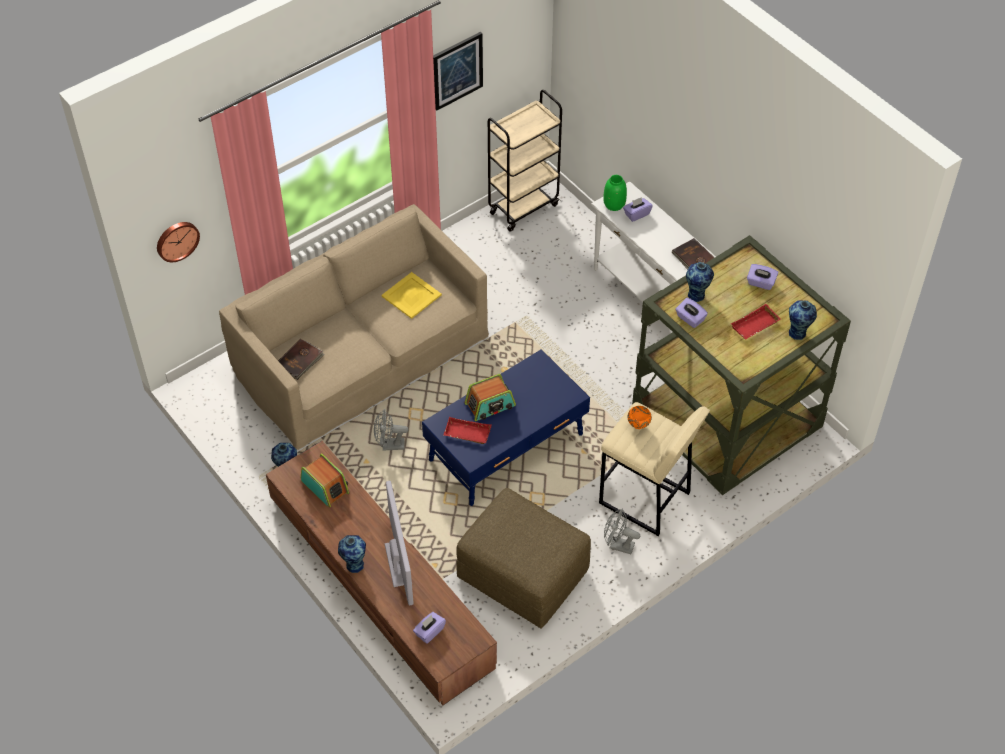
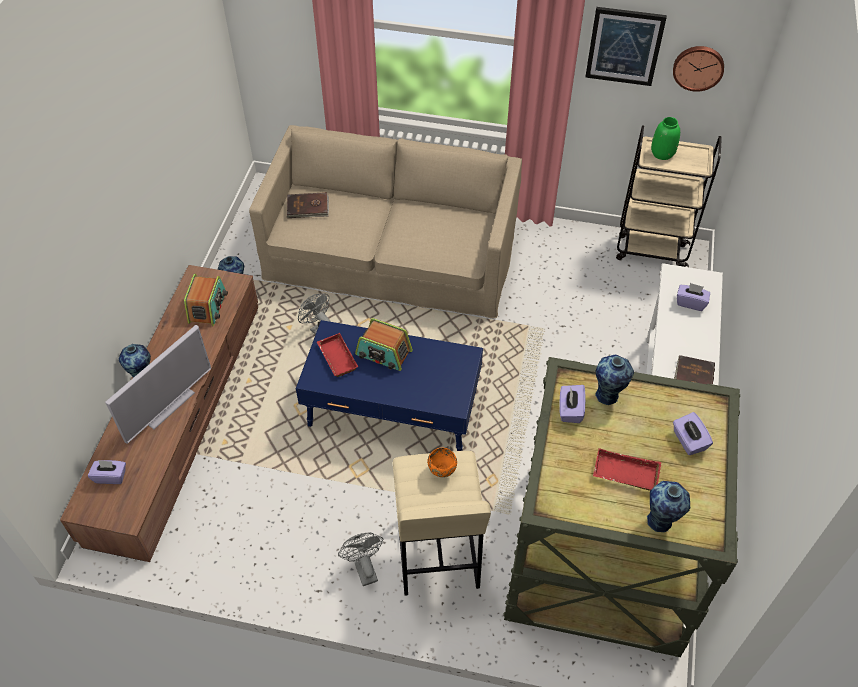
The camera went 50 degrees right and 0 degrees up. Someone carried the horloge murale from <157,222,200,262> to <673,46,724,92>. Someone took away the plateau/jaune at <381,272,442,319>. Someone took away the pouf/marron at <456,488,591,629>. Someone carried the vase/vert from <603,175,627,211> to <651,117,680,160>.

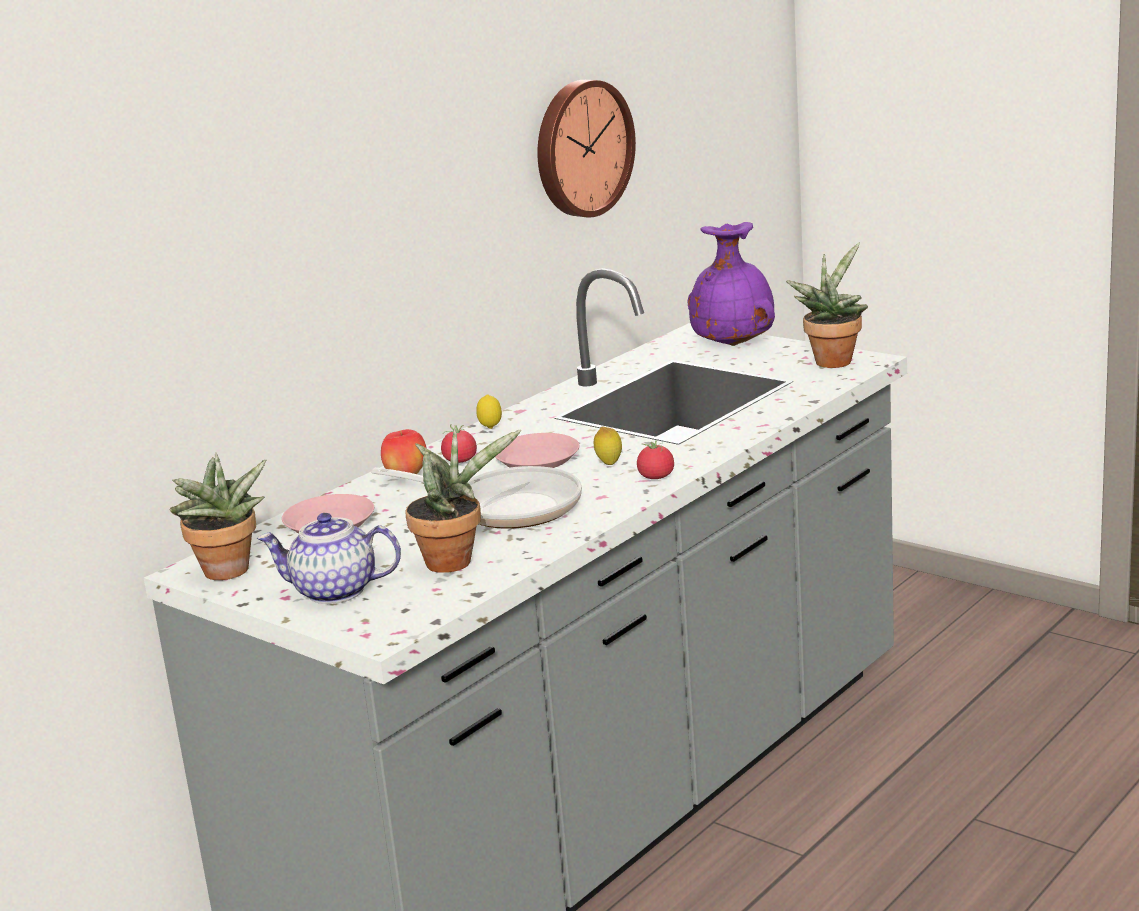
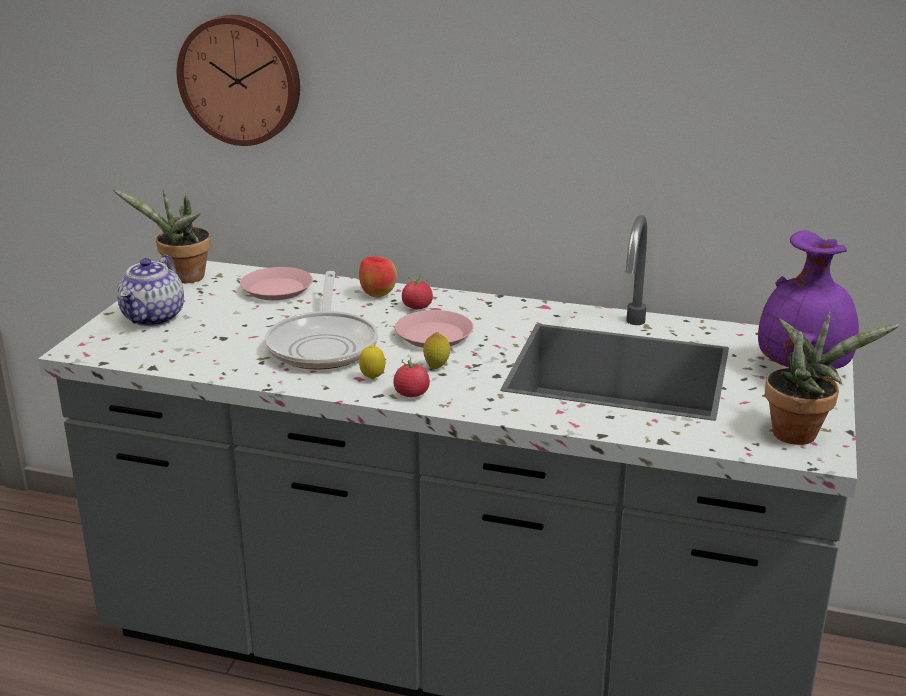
The camera went 65 degrees right and 5 degrees up. Someone rotated the théière at <257,513,401,604> by 150 degrees counterclockwise. Someone took away the plante en pot at <405,427,521,573>. Someone carried the citron from <476,394,502,429> to <359,345,385,379>. Someone carried the horloge murale from <537,80,636,217> to <177,15,300,146>.

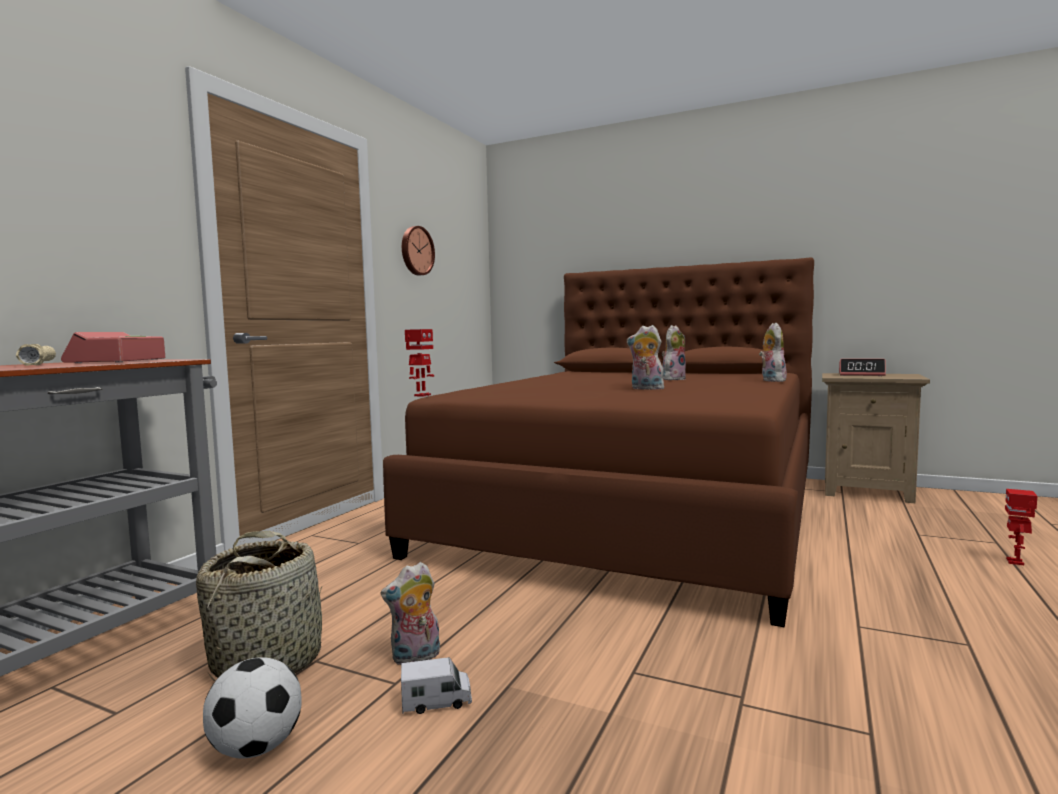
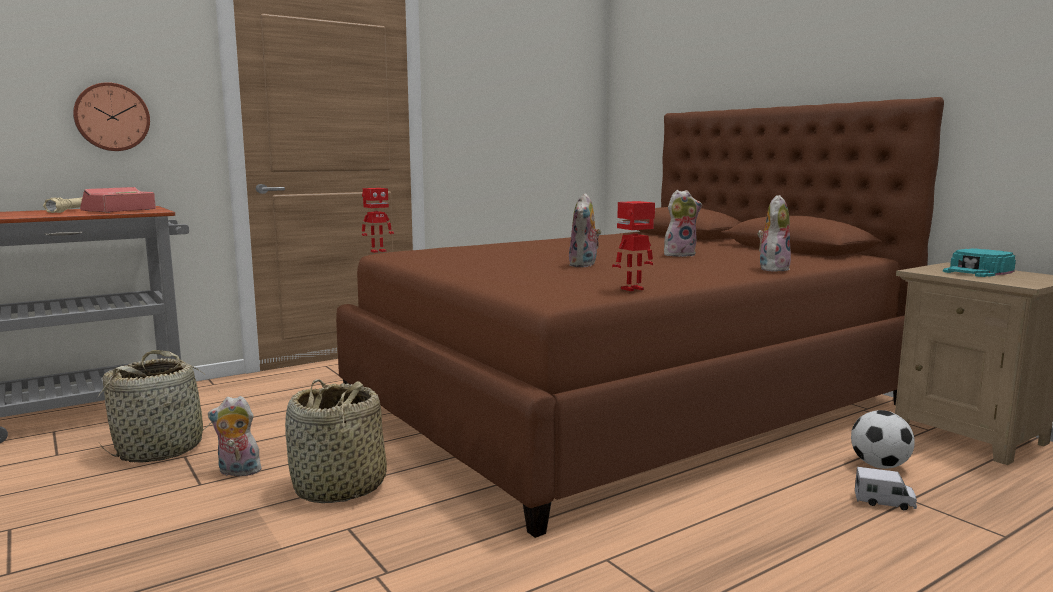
The camera went 30 degrees right and 5 degrees up. Someone carried the ballon de foot from <203,657,302,759> to <851,410,915,469>. Someone carried the camion jouet from <401,657,472,714> to <855,467,917,510>. Someone carried the horloge murale from <402,226,435,276> to <73,82,150,151>. Someone rotated the peluche at <627,325,664,390> by 135 degrees counterclockwise. Someone swapped the réveil at <839,359,886,376> for the casquette/turquoise at <943,249,1016,277>. Someone carried the robot jouet from <1005,489,1037,565> to <612,201,655,291>. Someone put down the panier at <285,379,387,503>.

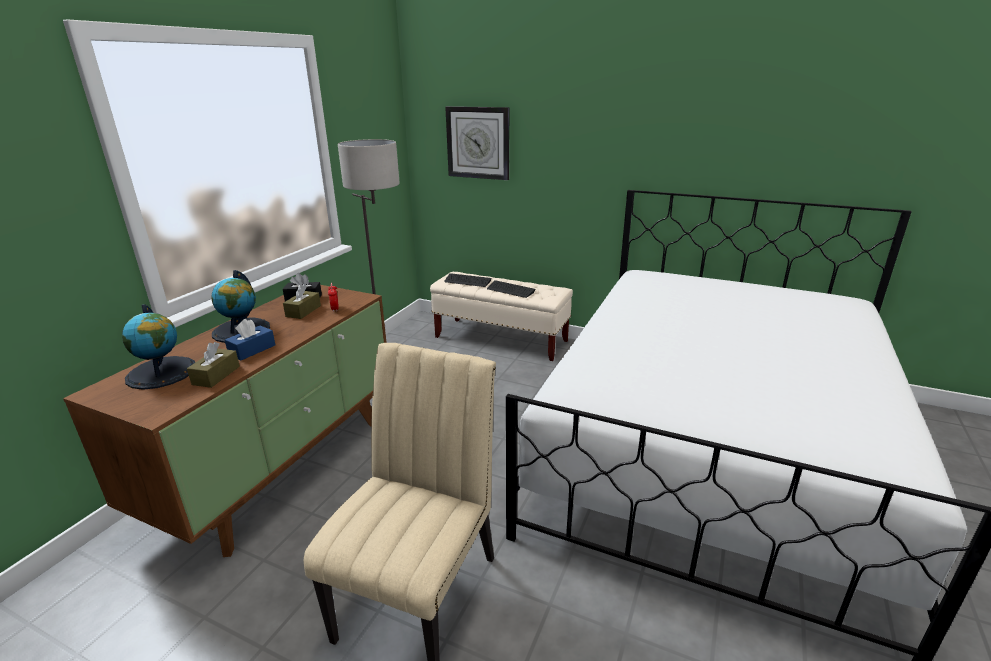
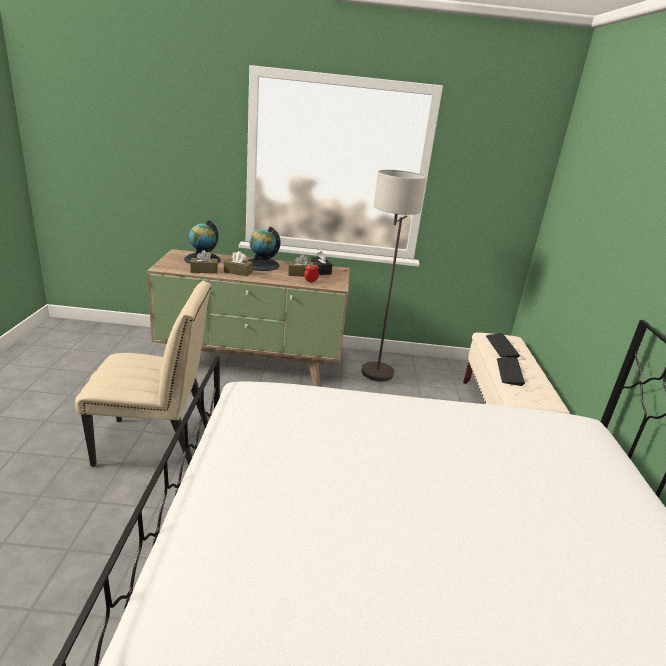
The camera went 65 degrees right and 0 degrees up. Someone repainted the commode/marron at <63,285,387,557>, which became the commode/vert at <147,249,349,385>. Someone repainted the boîte à mouchoirs/bleu at <225,319,275,361>, which became the boîte à mouchoirs/marron at <224,251,253,276>. Someone took away the horloge murale at <445,106,509,180>.

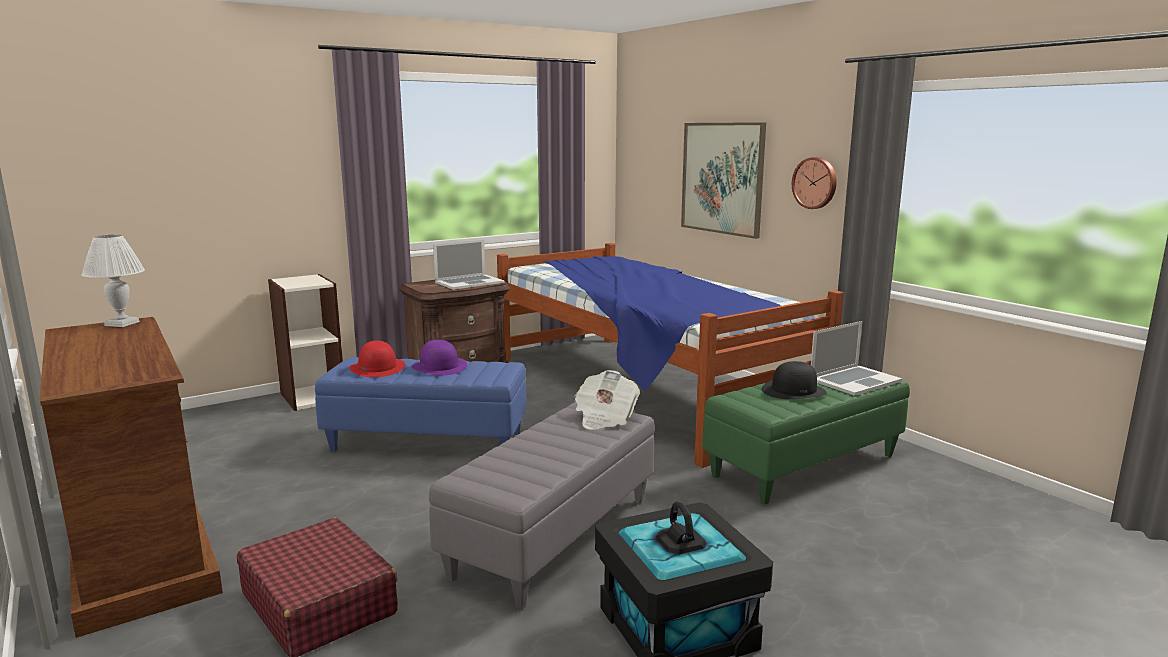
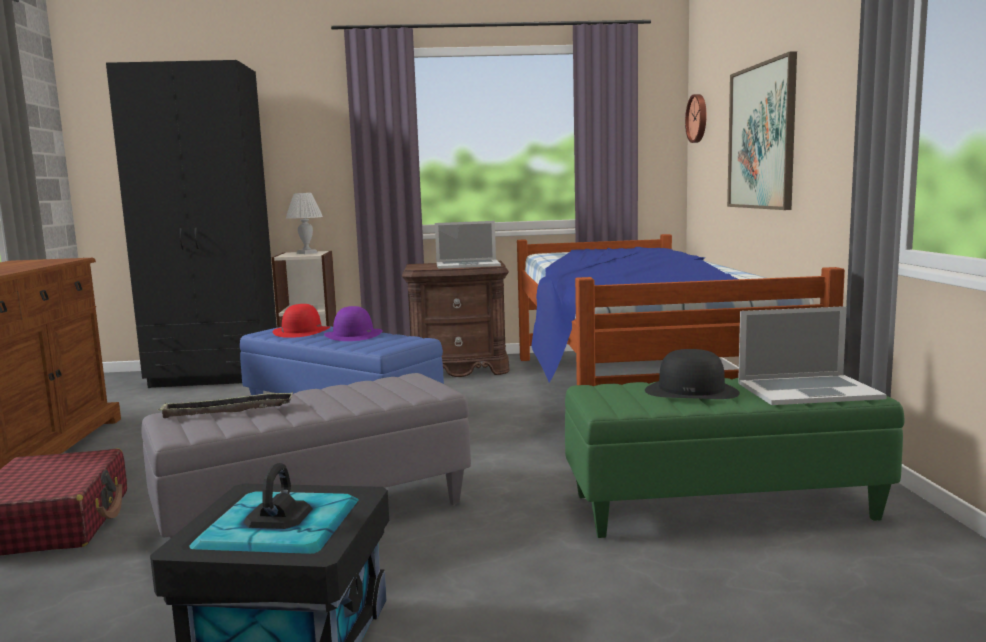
The camera went 30 degrees right and 5 degrees down. Someone carried the lampe de table/blanc from <82,235,145,327> to <286,193,323,254>. Someone took away the journal at <574,370,640,430>. Someone carried the horloge murale from <792,157,837,209> to <685,94,706,143>. Someone put down the armoire/noir at <106,60,277,388>. Someone put down the plateau at <158,392,293,418>.

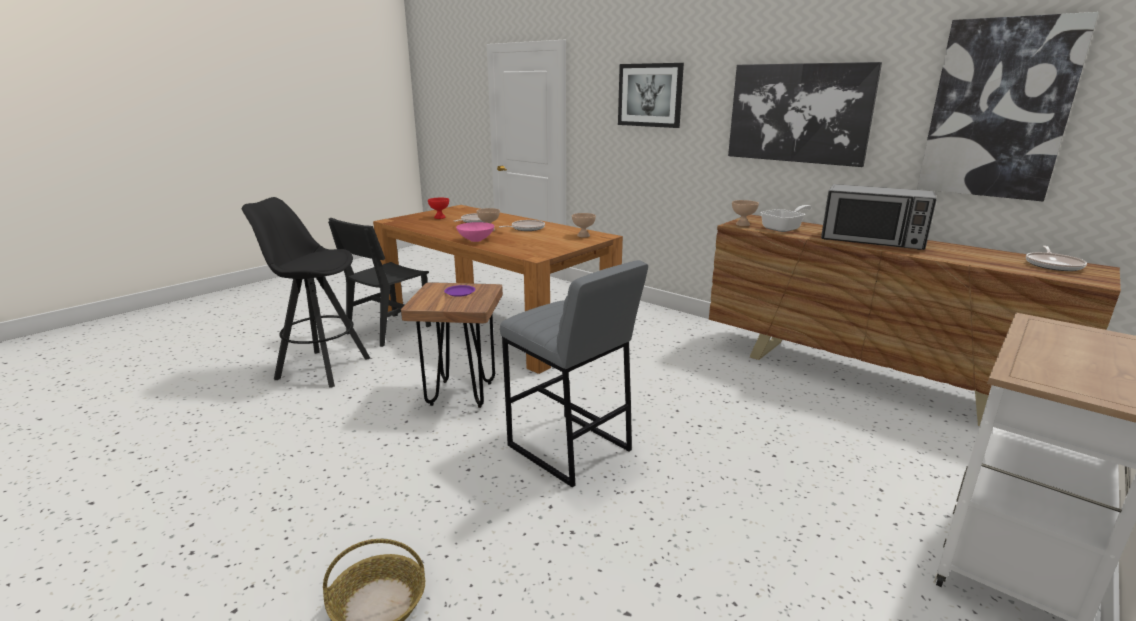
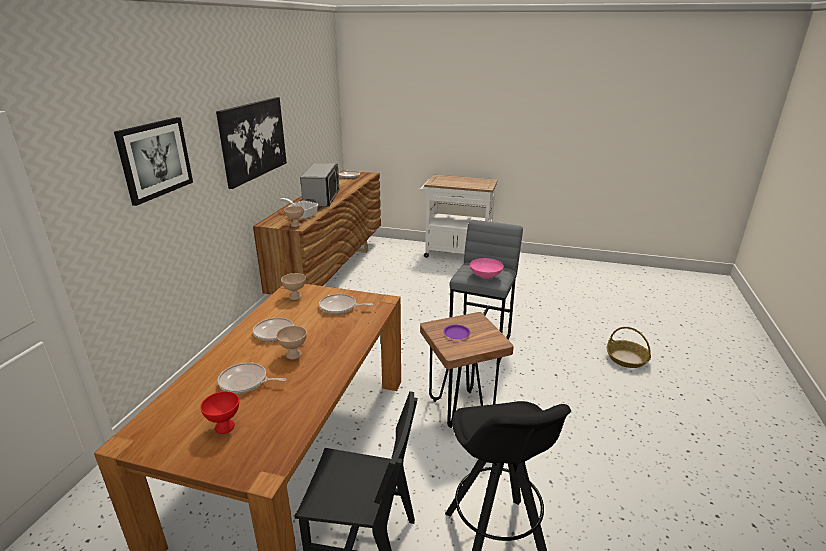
The camera went 115 degrees left and 5 degrees up. Someone carried the bol/rose from <456,222,494,242> to <470,258,504,279>. Someone took away the tableau at <917,12,1099,201>. Someone put down the poêle at <319,294,373,314>.

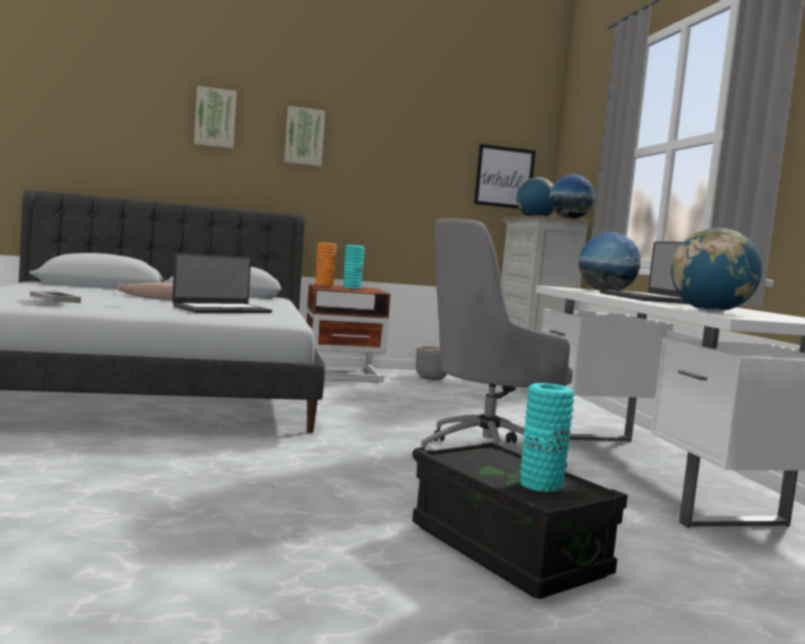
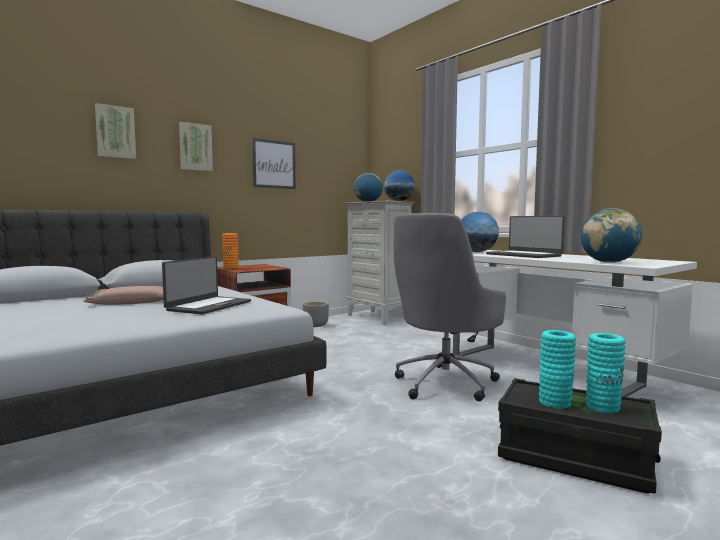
The camera went 25 degrees left and 0 degrees up. Someone took away the livre at <30,291,81,303>. Someone carried the vase/turquoise from <343,245,365,289> to <539,330,576,408>. Someone carried the tableau from <474,144,536,209> to <252,138,296,189>.

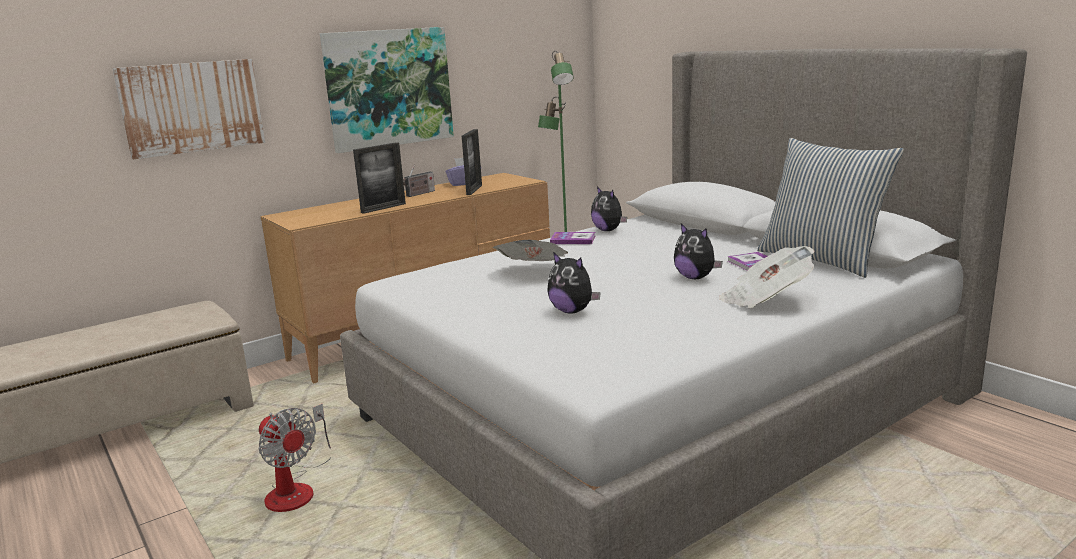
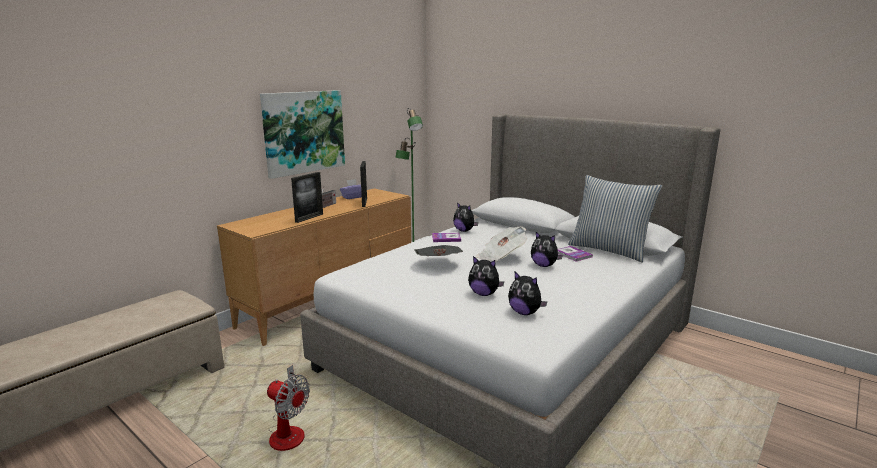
The camera went 15 degrees left and 0 degrees up. Someone took away the tableau at <112,59,265,159>. Someone carried the journal from <719,246,815,308> to <476,227,527,262>. Someone put down the peluche at <508,271,547,315>.

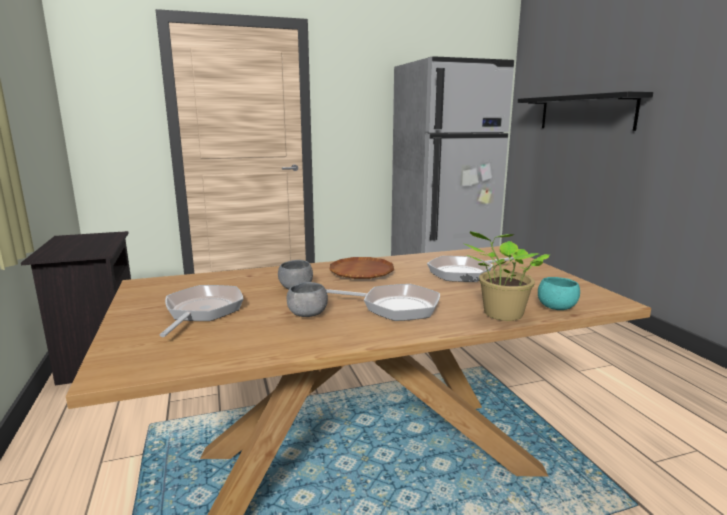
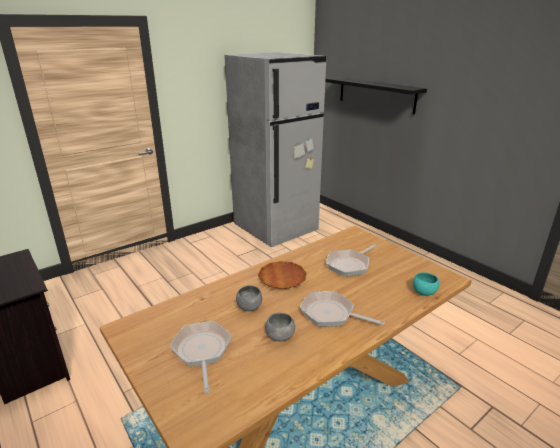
The camera went 20 degrees left and 10 degrees up. Someone rotated the poêle at <326,284,440,321> by 150 degrees counterclockwise. Someone took away the plante en pot at <462,231,550,321>.

